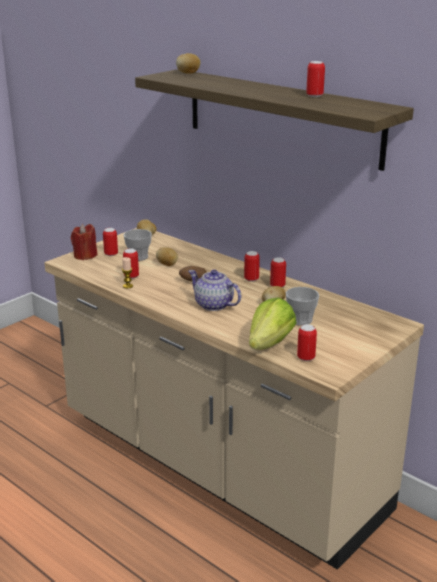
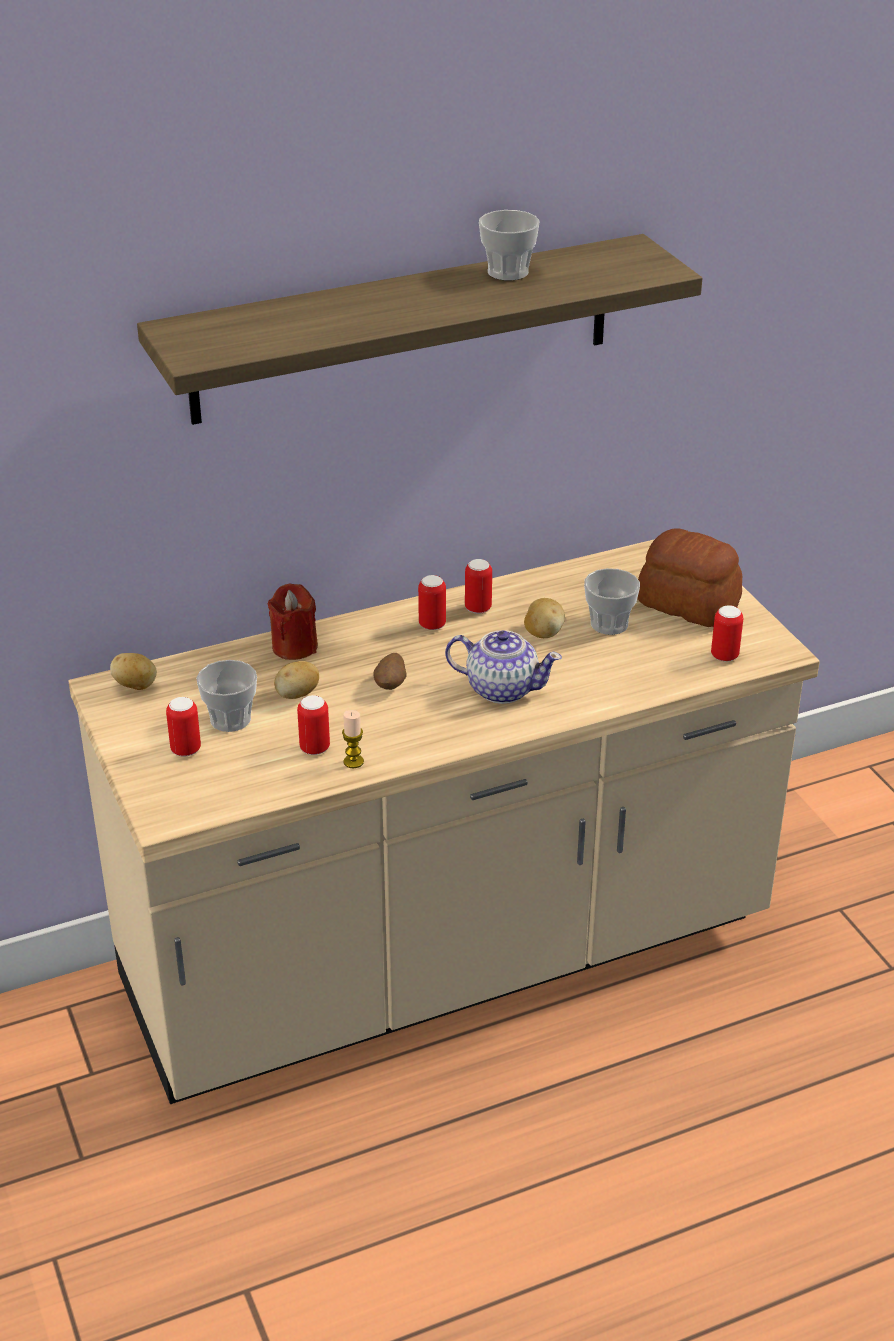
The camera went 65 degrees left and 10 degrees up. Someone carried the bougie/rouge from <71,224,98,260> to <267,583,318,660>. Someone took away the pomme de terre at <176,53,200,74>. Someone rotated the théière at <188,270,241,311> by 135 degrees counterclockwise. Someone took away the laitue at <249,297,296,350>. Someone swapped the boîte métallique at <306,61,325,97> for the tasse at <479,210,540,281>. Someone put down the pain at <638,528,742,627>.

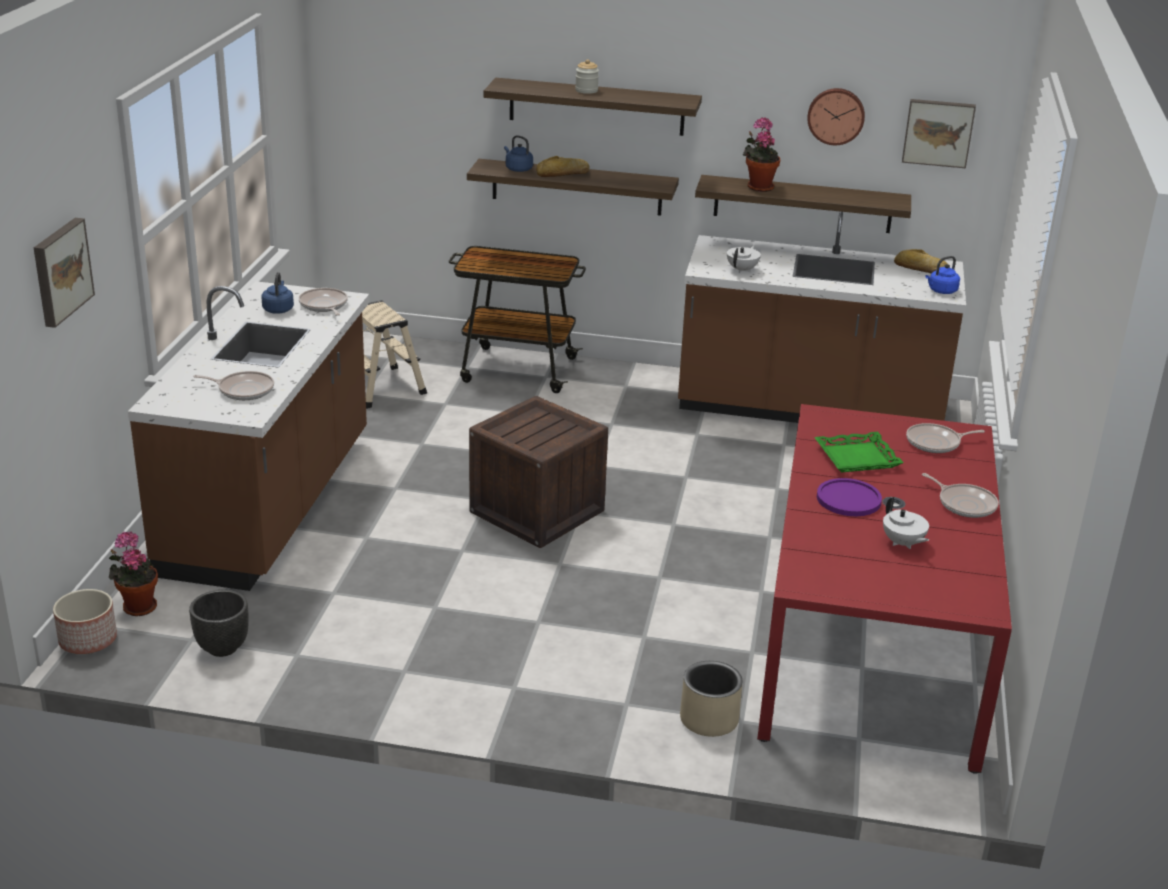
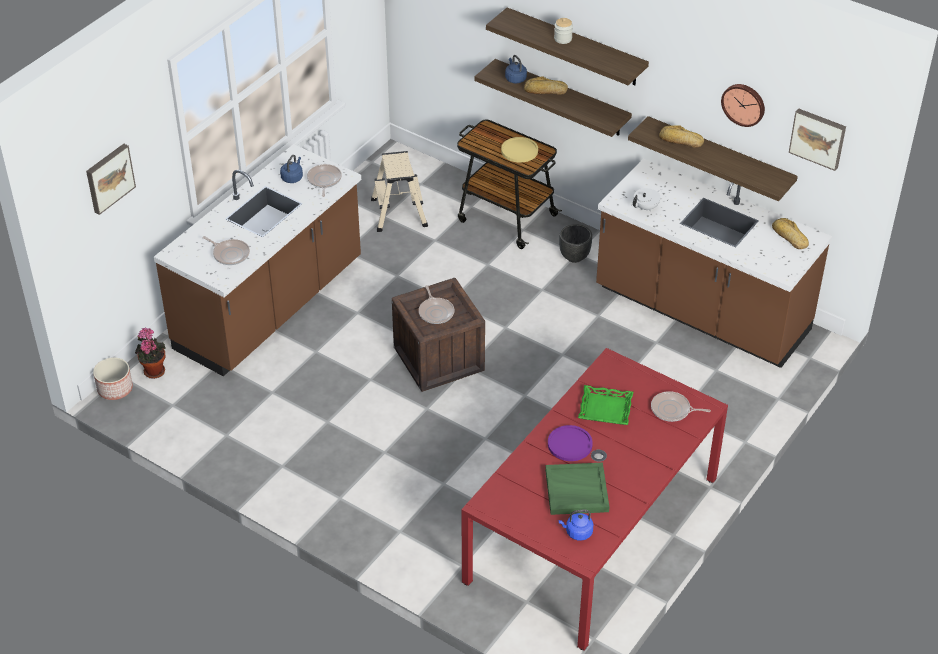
The camera went 25 degrees right and 15 degrees up. Someone carried the cache-pot/noir from <189,590,249,657> to <559,224,592,263>. Someone took away the cache-pot/beige at <680,661,743,737>. Someone swapped the plante en pot at <743,117,780,192> for the pain at <659,125,704,148>. Someone swapped the théière/blanc at <883,497,929,549> for the plateau/vert at <545,462,609,515>. Someone carried the poêle from <922,473,999,518> to <419,285,454,324>. Someone carried the bouilloire/bleu from <926,256,960,294> to <559,510,593,541>. Someone put down the assiette/jaune at <501,137,538,163>.

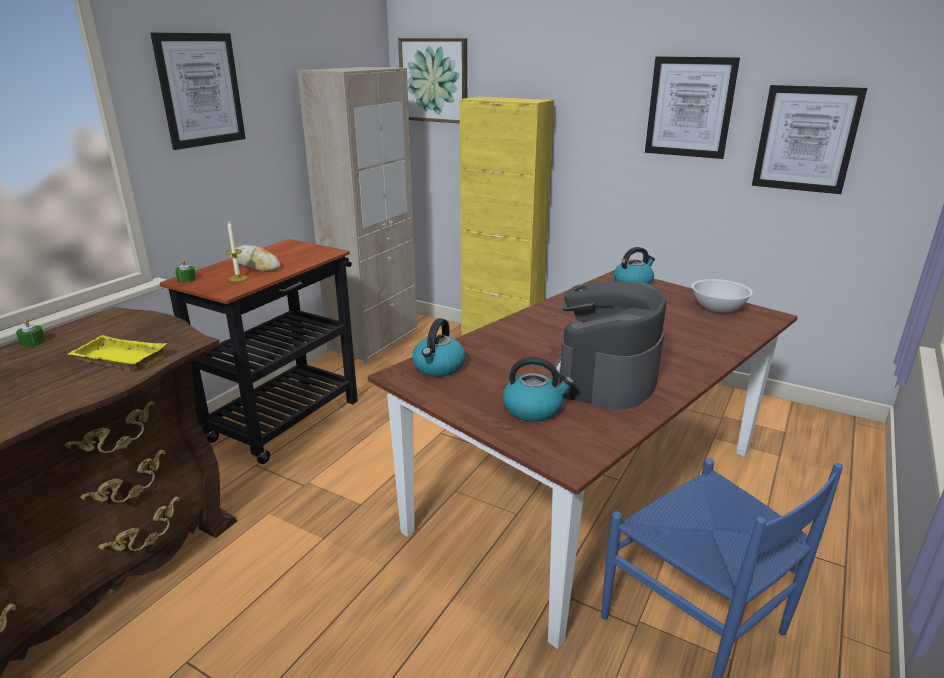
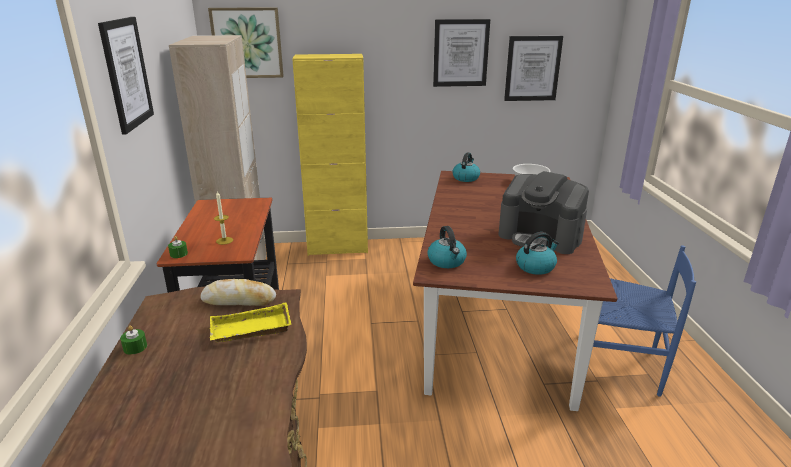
The camera went 35 degrees left and 0 degrees up. Someone carried the pain from <231,245,280,272> to <200,279,276,306>. Someone rotated the machine à café at <554,282,666,409> by 45 degrees counterclockwise.

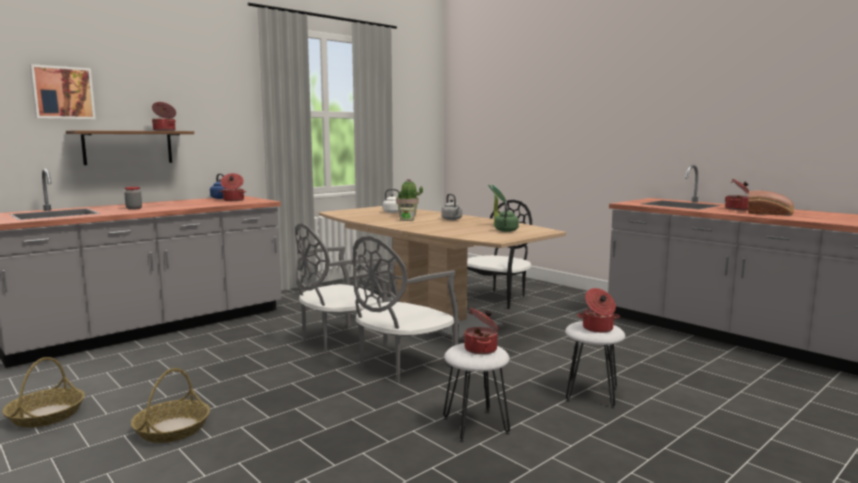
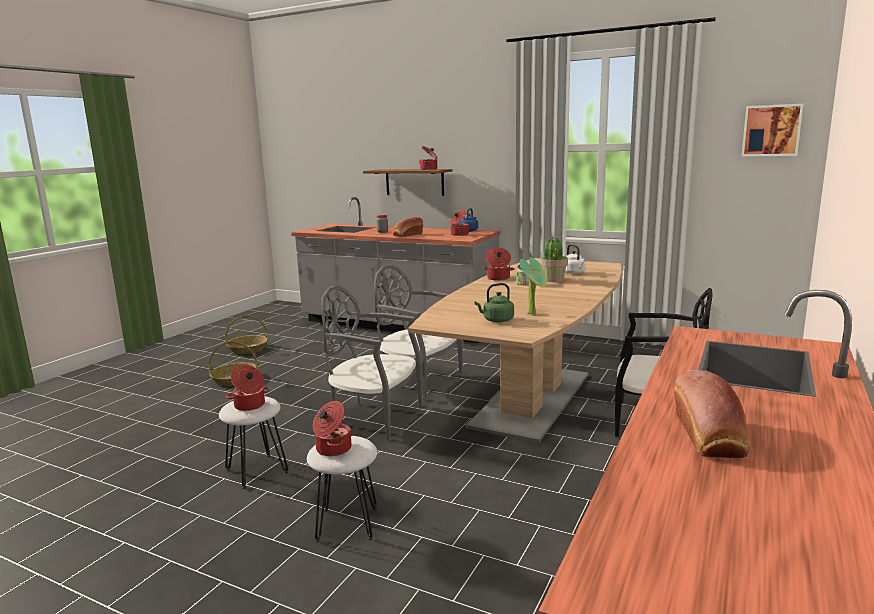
The camera went 70 degrees right and 5 degrees up. Someone carried the tableau from <30,64,96,119> to <741,104,803,157>. Someone took away the bouilloire/gris at <441,194,462,220>. Someone carried the marmite from <725,179,749,210> to <483,247,514,281>. Someone put down the pain at <393,217,423,237>.

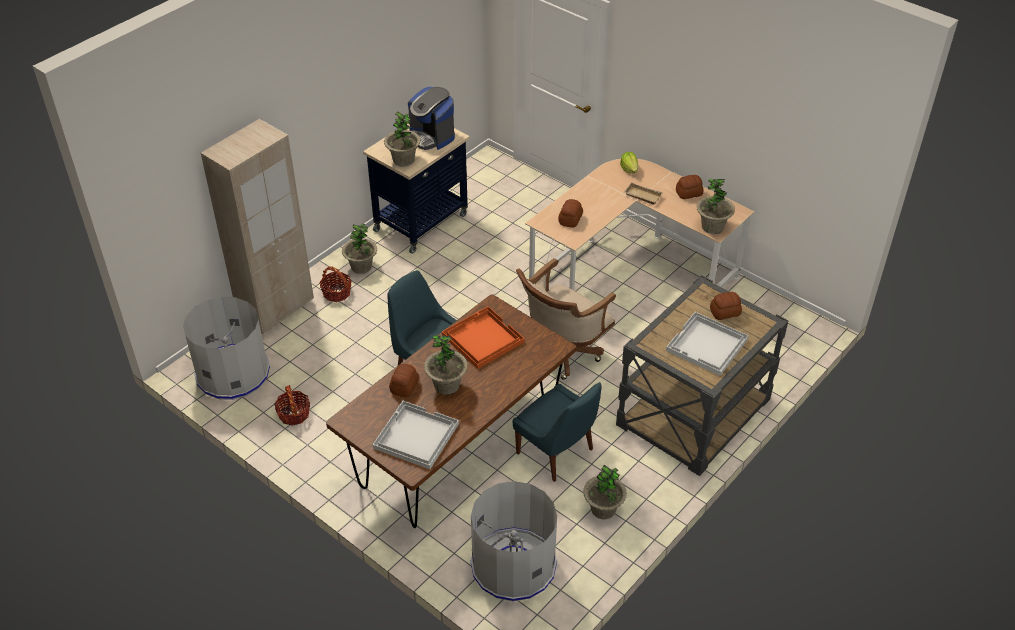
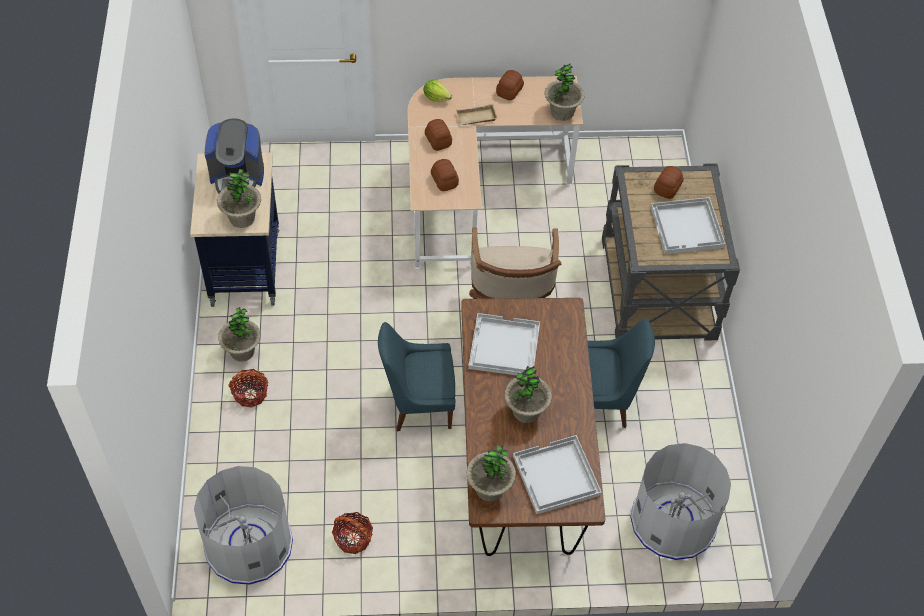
The camera went 45 degrees left and 10 degrees up. Someone took away the meuble de rangement/beige at <201,119,314,334>. Someone carried the pain from <389,364,419,397> to <425,119,452,151>. Someone repainted the plateau/orange at <442,306,524,369>, which became the plateau/blanc at <468,313,540,375>. Someone carried the plante en pot from <583,465,627,519> to <466,445,516,501>.

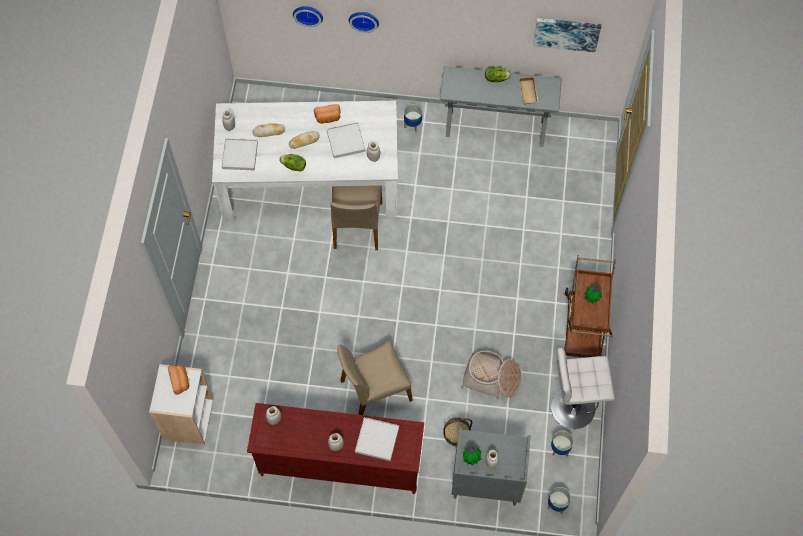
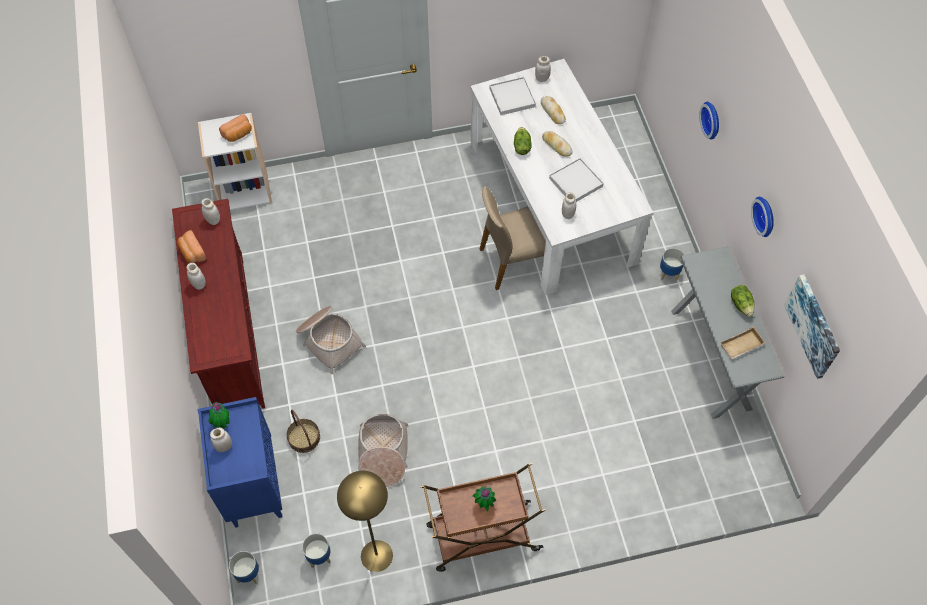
The camera went 70 degrees right and 5 degrees down. Someone carried the horloge murale from <293,6,323,27> to <751,197,774,237>. Someone carried the pain from <314,104,340,124> to <177,230,206,263>. Someone swapped the chaise/beige at <337,341,413,415> for the panier at <296,306,366,374>. Someone took away the plateau/blanc at <355,417,399,461>. Someone repainted the meuble de rangement/gris at <451,427,531,506>, which became the meuble de rangement/bleu at <197,397,282,528>. Someone swapped the tabouret/blanc at <551,348,615,429> for the lampadaire/jaune at <337,471,393,572>.

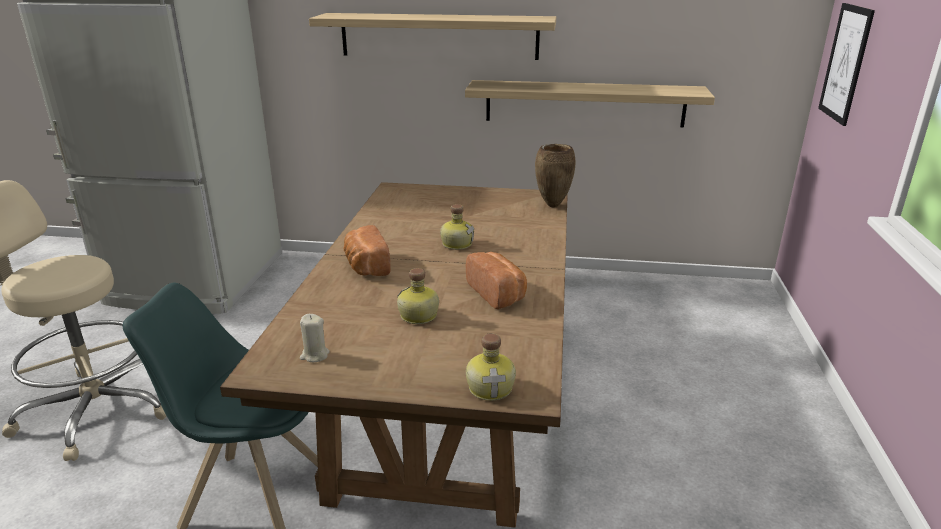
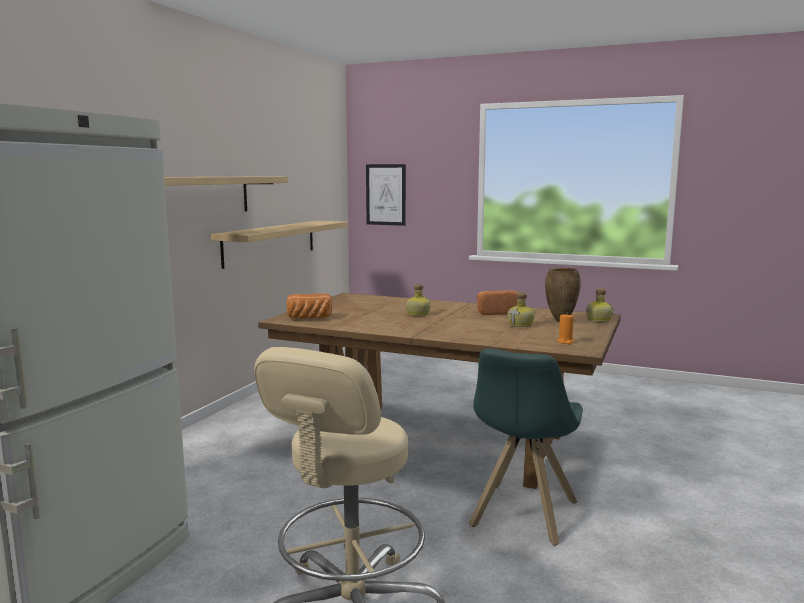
The camera went 75 degrees left and 15 degrees down. Someone repainted the bougie/beige at <300,314,330,362>, which became the bougie/orange at <557,313,575,344>. Someone carried the pain from <343,225,391,276> to <287,294,332,319>. Someone carried the vase/marron from <535,144,576,207> to <545,268,581,322>.

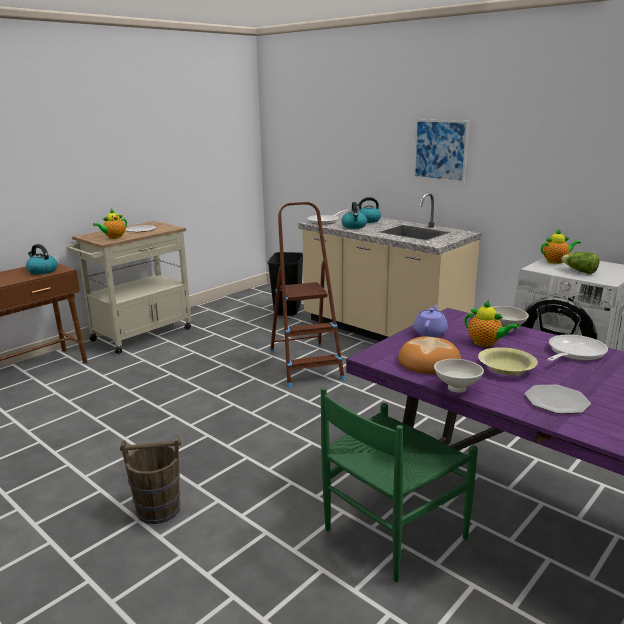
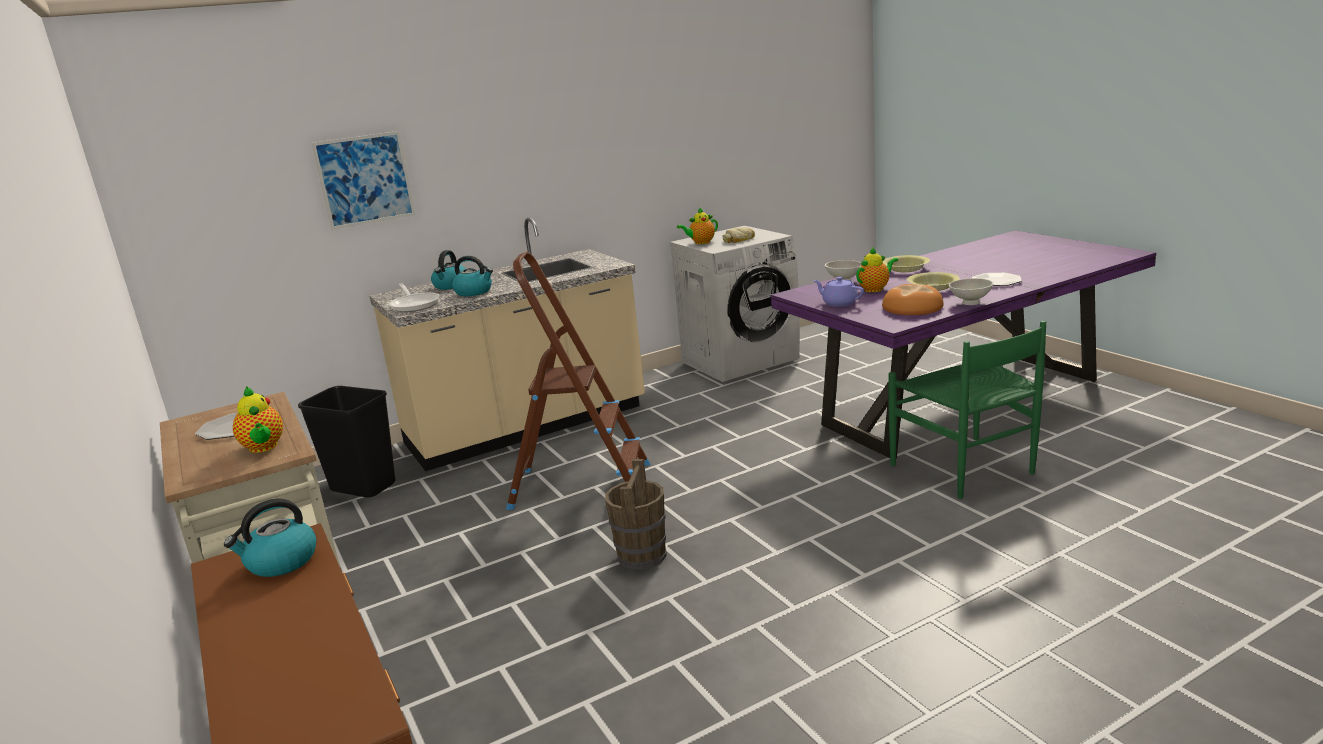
The camera went 70 degrees left and 0 degrees up. Someone carried the seau/marron from <120,435,181,524> to <605,459,666,569>. Someone carried the tableau from <413,119,469,183> to <312,131,415,230>. Someone rotated the théière at <541,229,581,264> by 120 degrees counterclockwise. Someone swapped the poêle at <547,334,608,361> for the bol/jaune at <883,255,930,272>. Someone swapped the laitue at <561,252,600,274> for the pain at <723,227,755,243>.

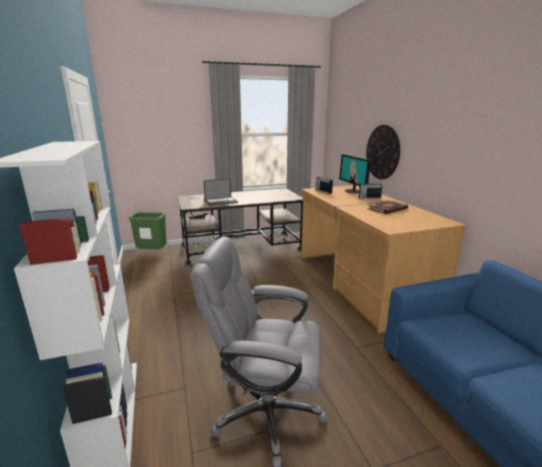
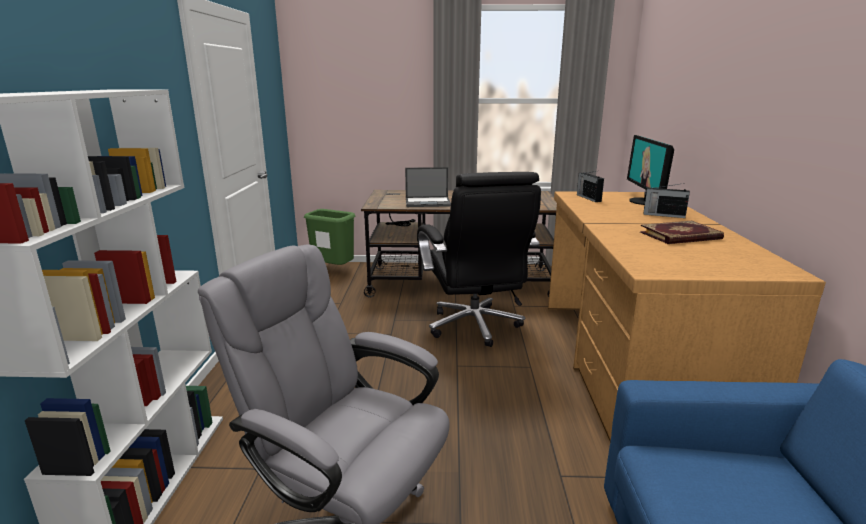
The camera went 20 degrees right and 0 degrees up. Someone took away the horloge murale at <366,125,400,179>. Someone put down the chaise de bureau/noir at <417,172,541,347>.

